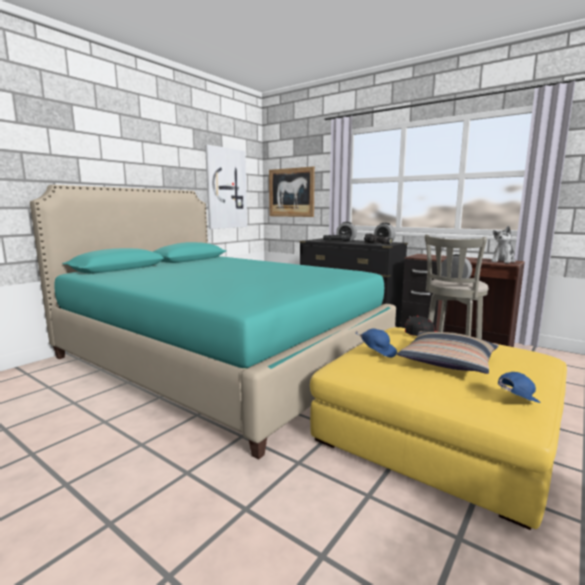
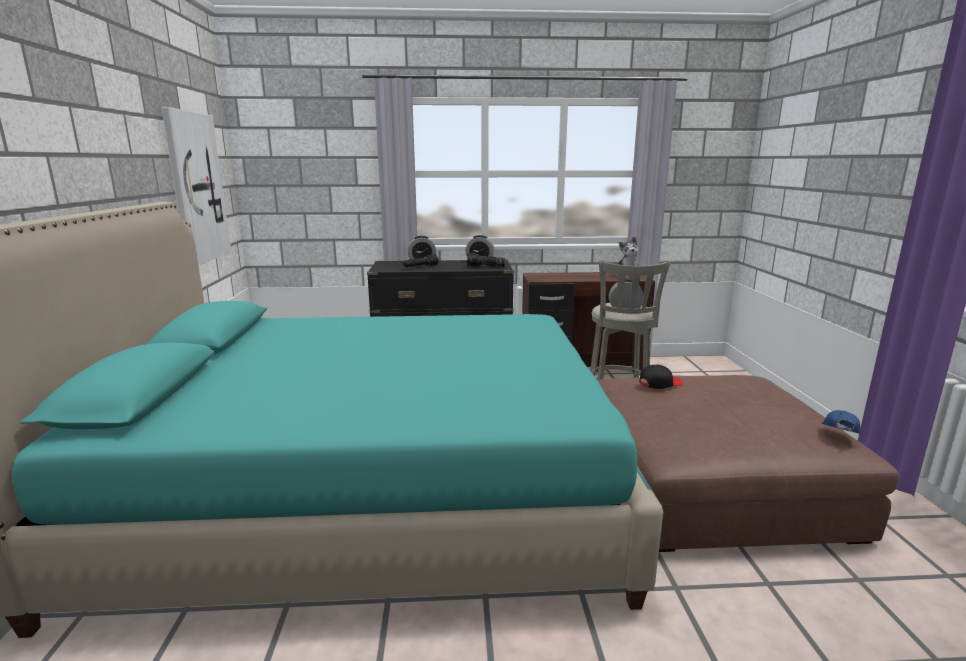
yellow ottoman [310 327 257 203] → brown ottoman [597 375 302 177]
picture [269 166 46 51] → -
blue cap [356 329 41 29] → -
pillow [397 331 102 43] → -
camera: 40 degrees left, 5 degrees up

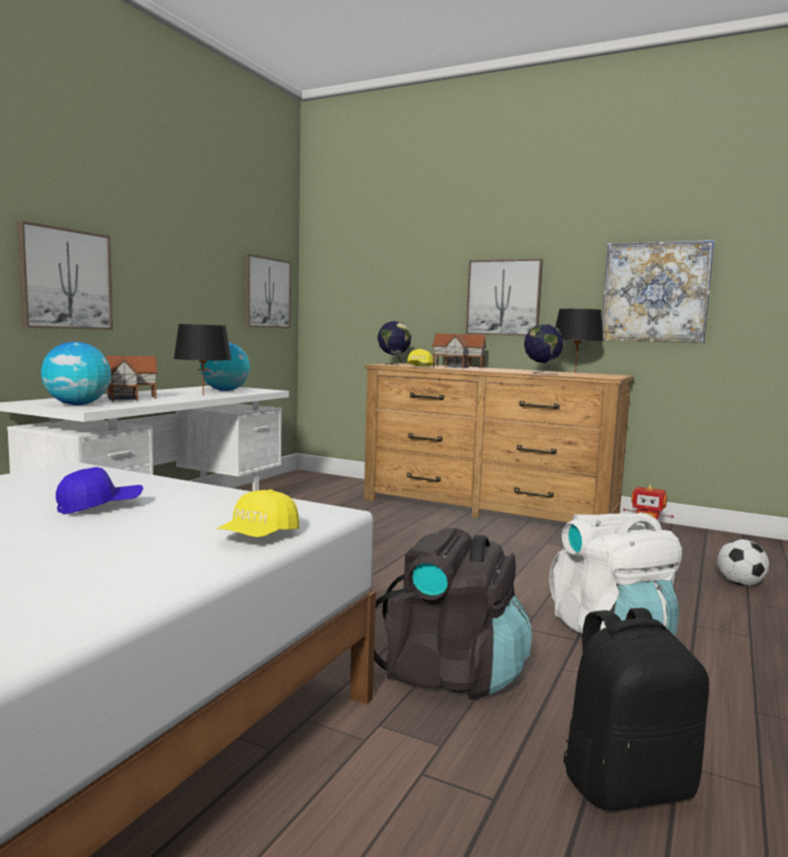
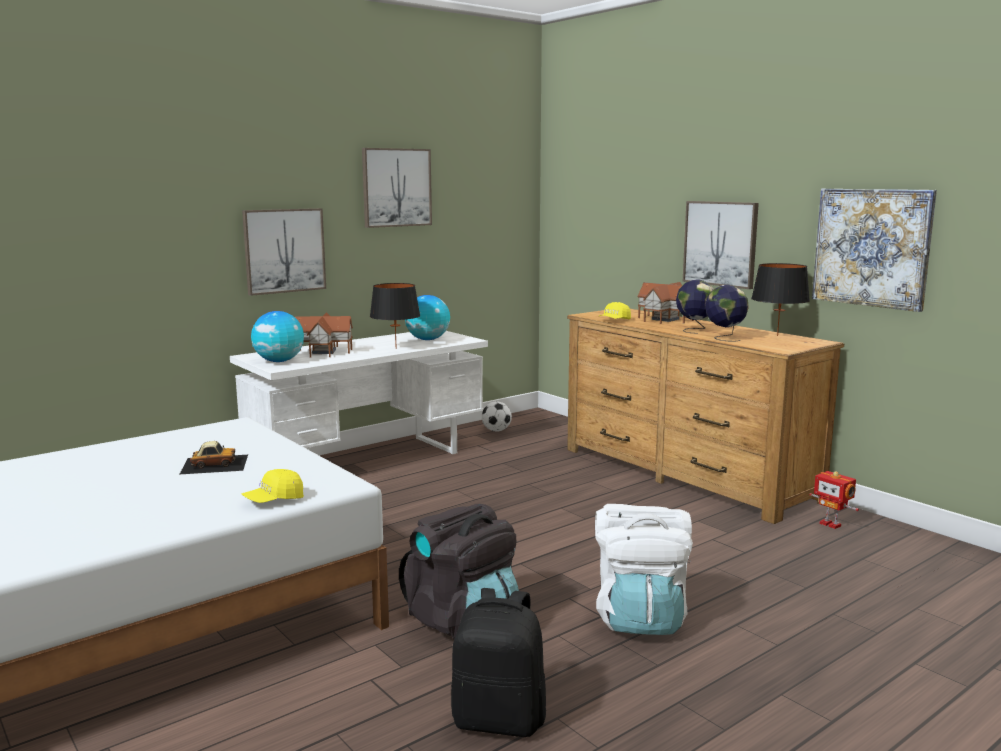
blue cap [56 467 87 47] → toy car [179 441 69 34]
picture [244 254 47 74] → picture [362 148 70 80], move
football [717 539 52 47] → football [482 401 30 31], move
globe [377 321 34 44] → globe [676 279 38 55], move
camera: 25 degrees right, 5 degrees up

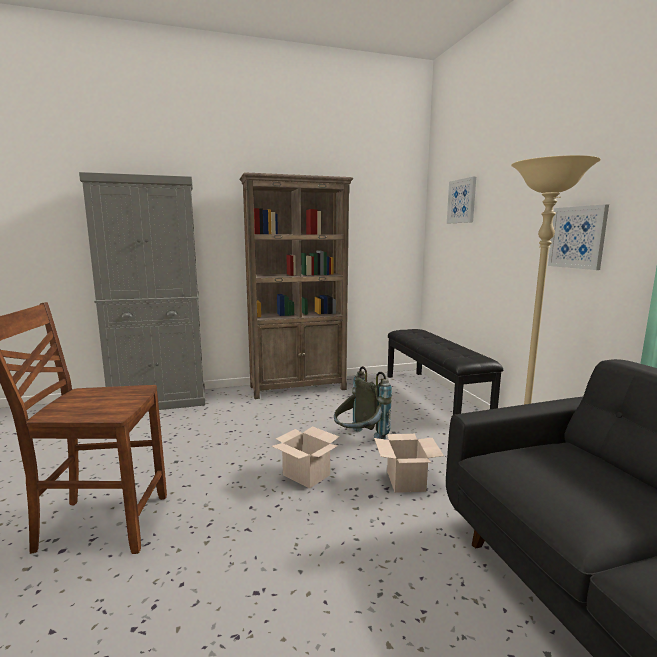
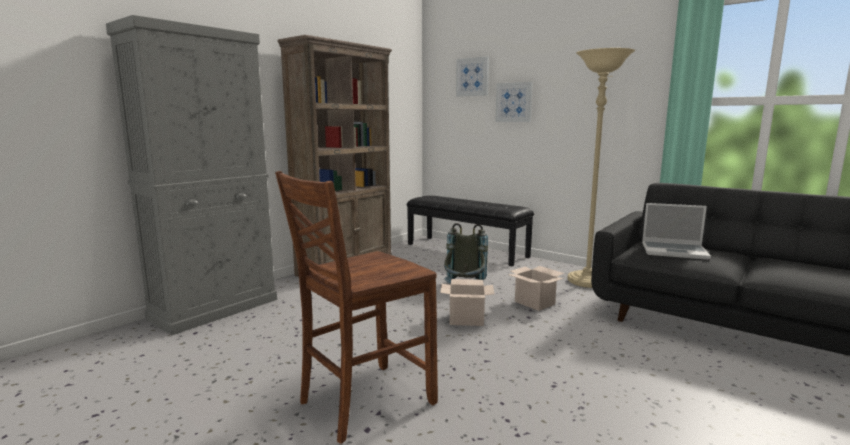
picture [548 204 61 66] → picture [495 82 38 40], move
- → laptop [642 203 69 57]
camera: 35 degrees left, 0 degrees up

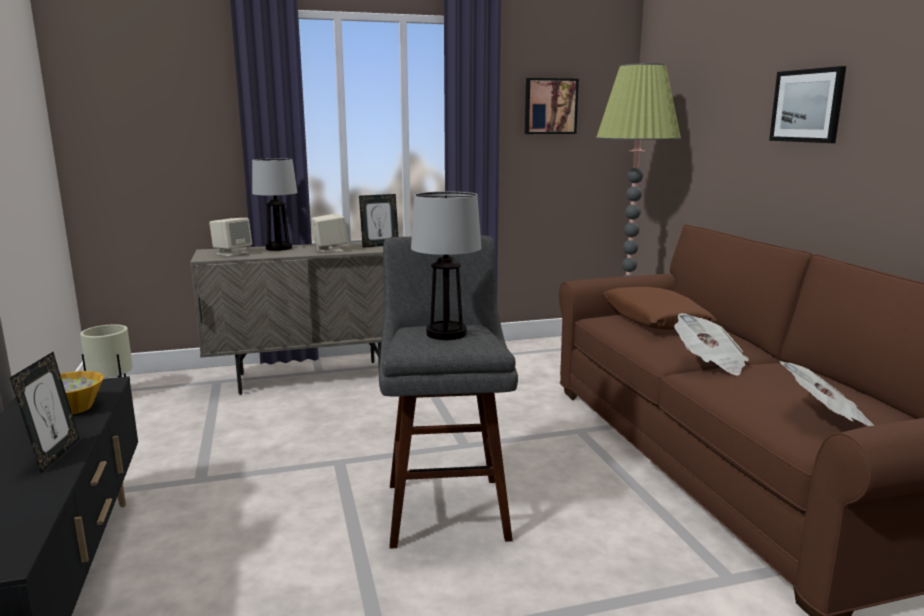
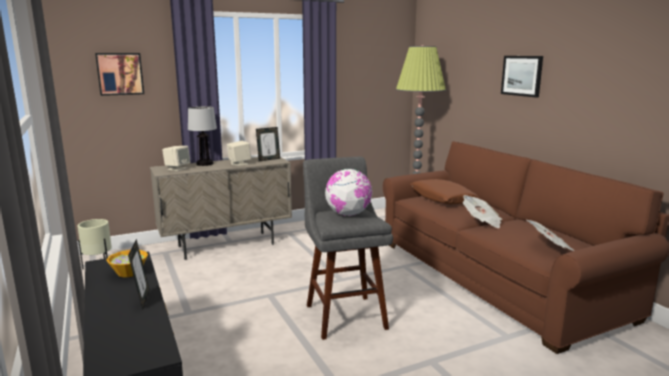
picture [525 78 54 56] → picture [95 53 49 43], move
table lamp [411 191 70 149] → globe [325 169 48 47]
camera: 10 degrees left, 0 degrees up

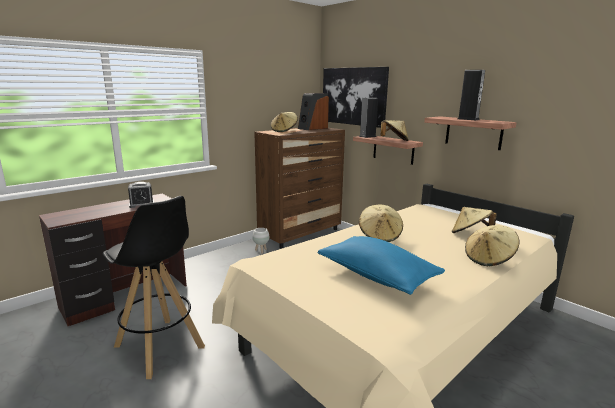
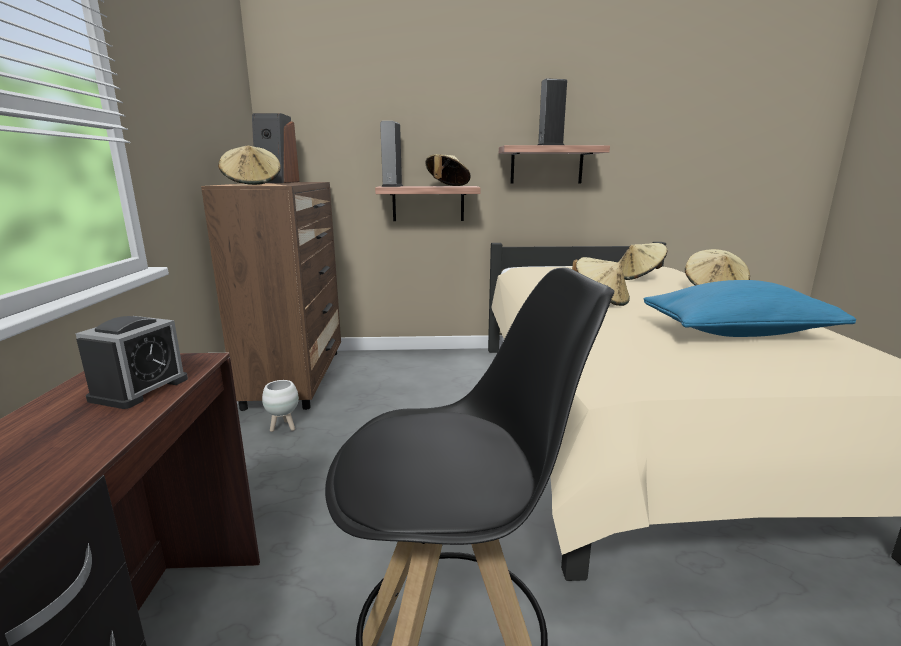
picture [323 67 66 61] → -
camera: 50 degrees left, 0 degrees up

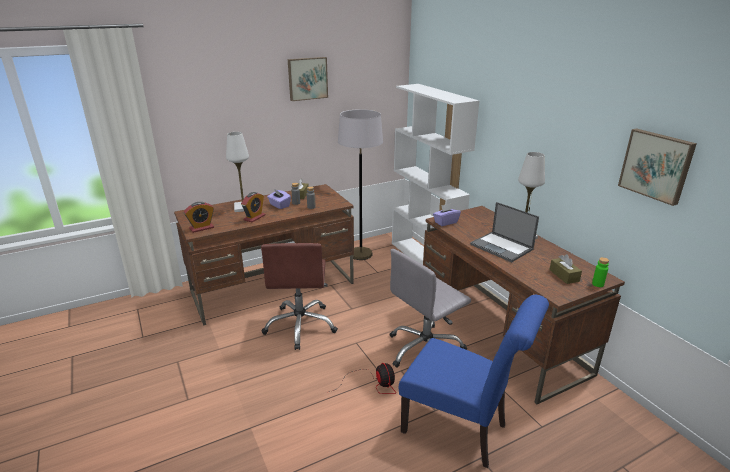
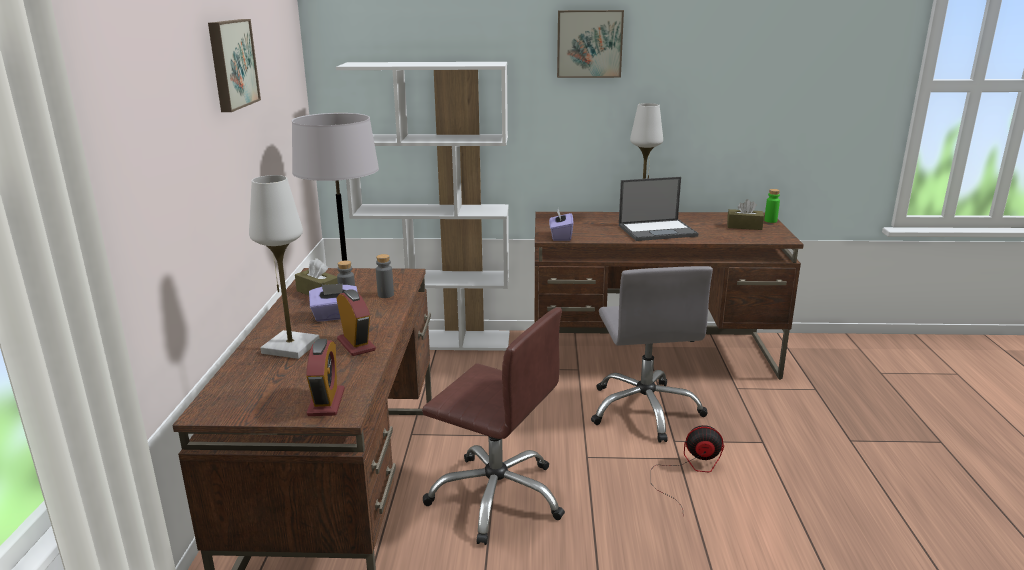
picture [618 128 79 78] → picture [557 10 67 68], move
blue chair [399 295 150 173] → -
camera: 60 degrees left, 5 degrees down

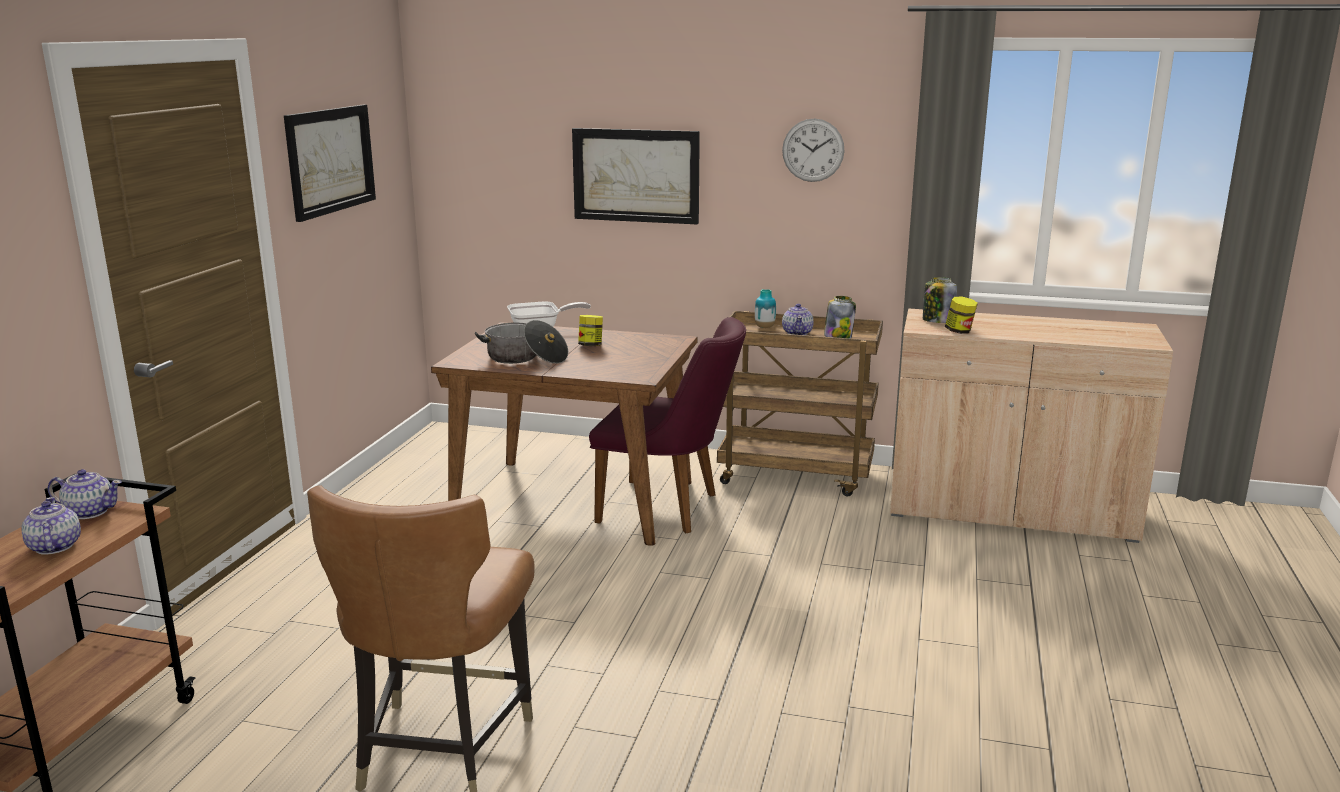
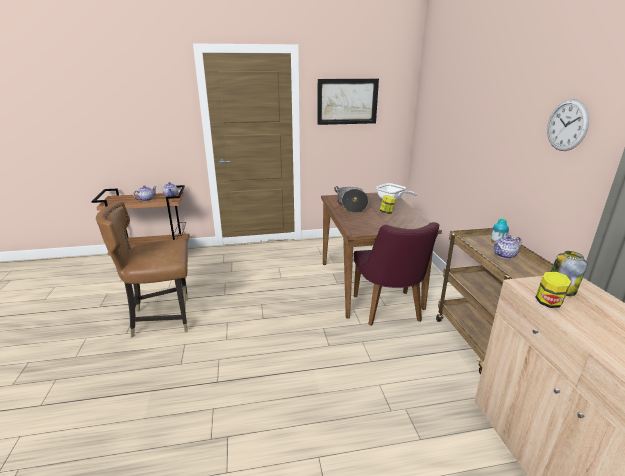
picture [572 128 128 97] → -
jar [824 296 32 43] → -
camera: 65 degrees right, 5 degrees up

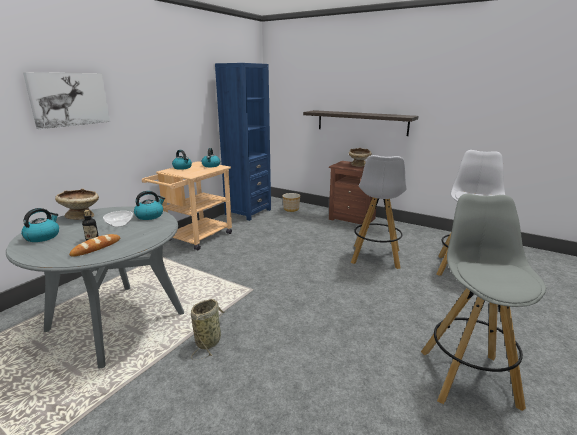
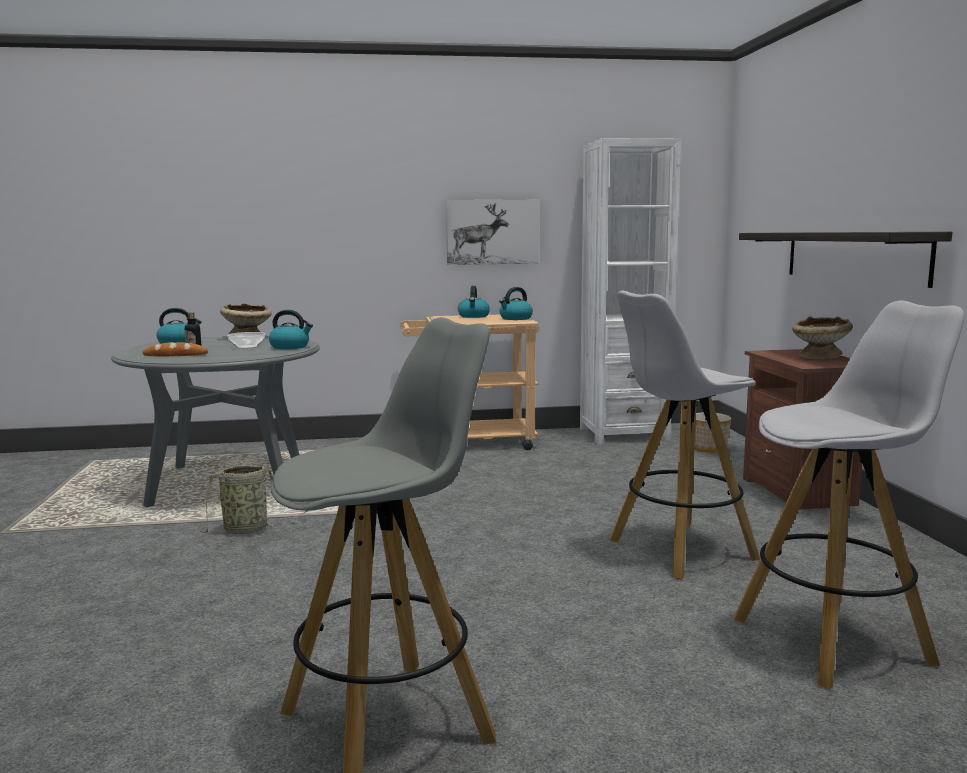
picture [23 73 87 56] → picture [446 200 93 65], move
blue bookcase [215 63 56 158] → white bookcase [580 138 101 306]
camera: 50 degrees right, 10 degrees down

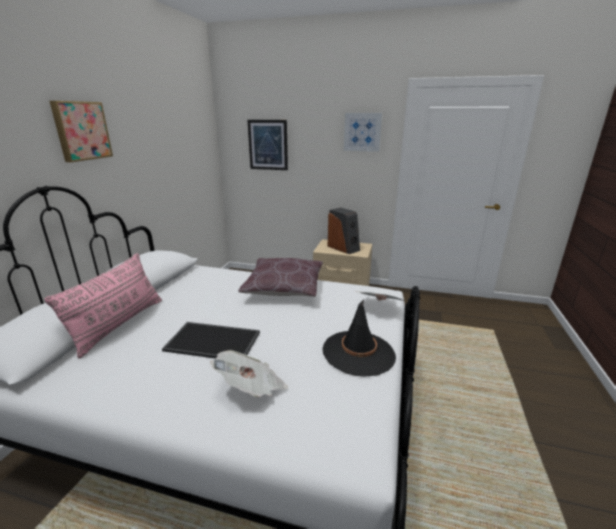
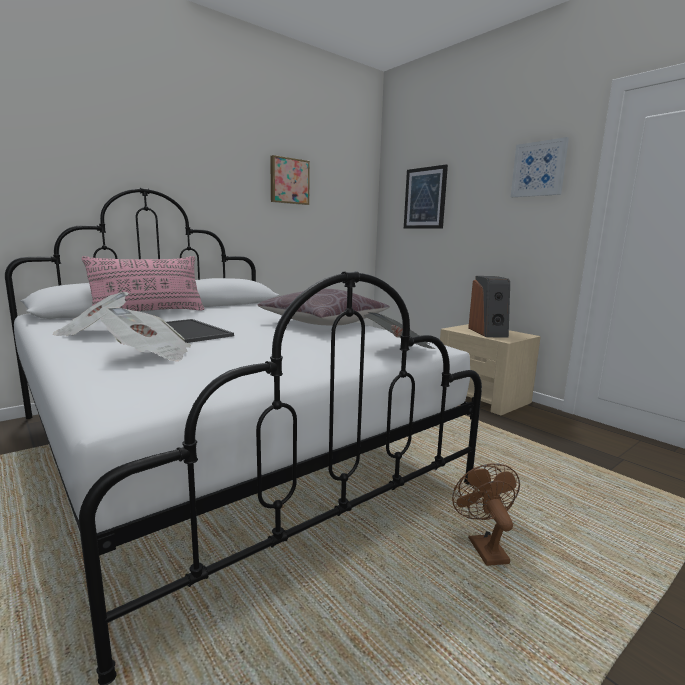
- → newspaper [53 292 76 44]
picture [50 101 63 61] → picture [270 155 40 50], move
- → brown fan [452 463 68 103]
black hat [322 299 74 78] → -
camera: 35 degrees right, 10 degrees down

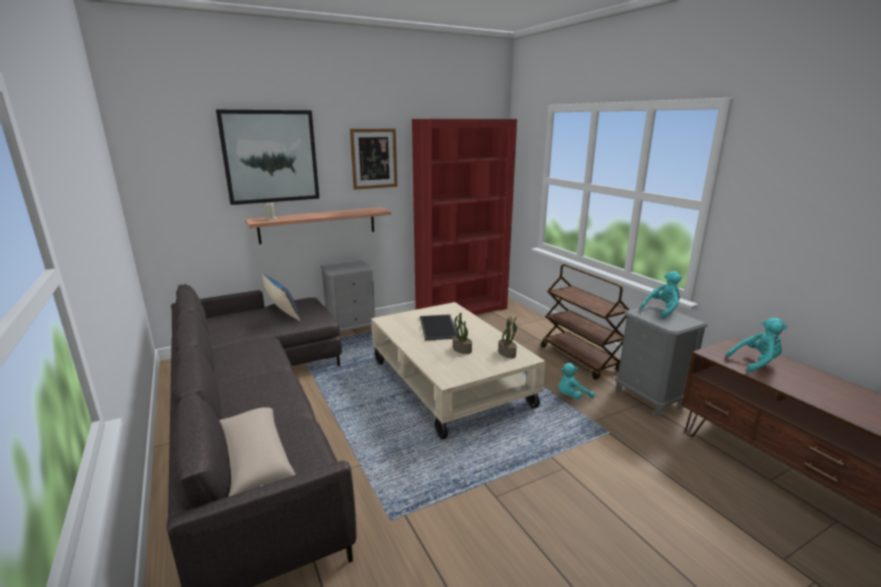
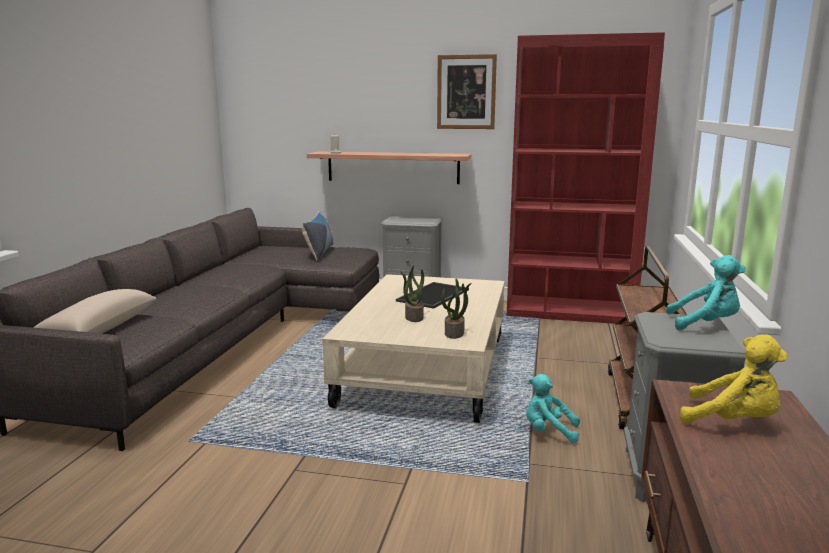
turquoise plush toy [726 318 61 55] → yellow plush toy [680 334 108 90]
picture [216 110 103 95] → -
camera: 40 degrees right, 5 degrees down

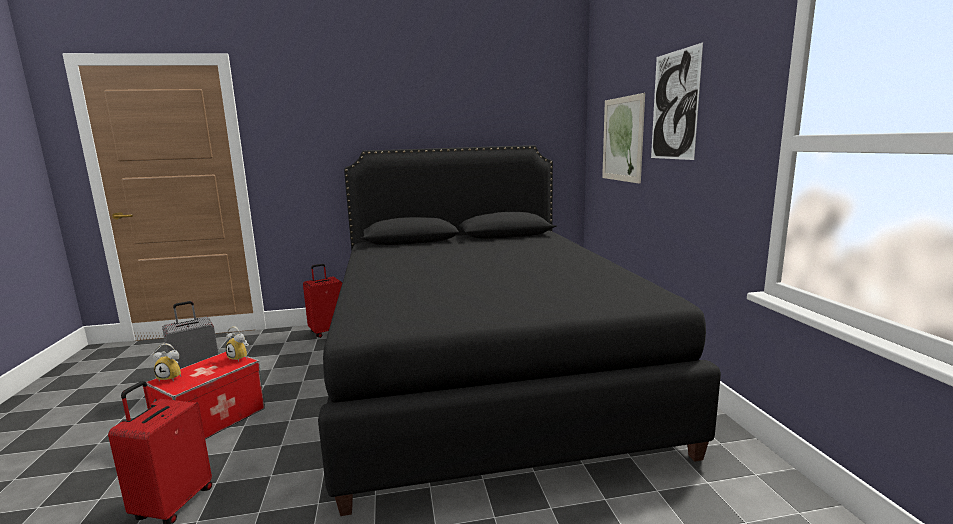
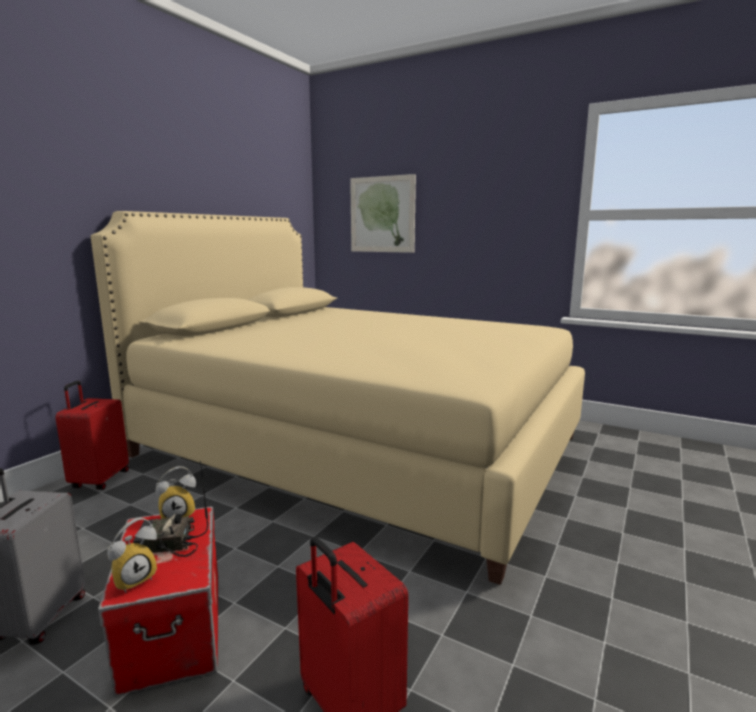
black bed [318 145 403 371] → beige bed [91 211 494 374]
- → radio [133 461 75 96]
picture [651 42 52 118] → -
camera: 50 degrees left, 0 degrees up

